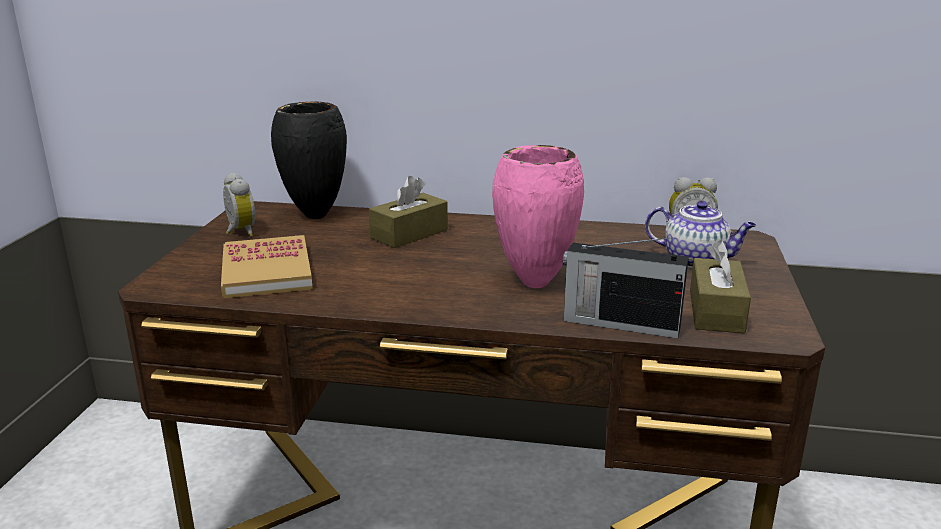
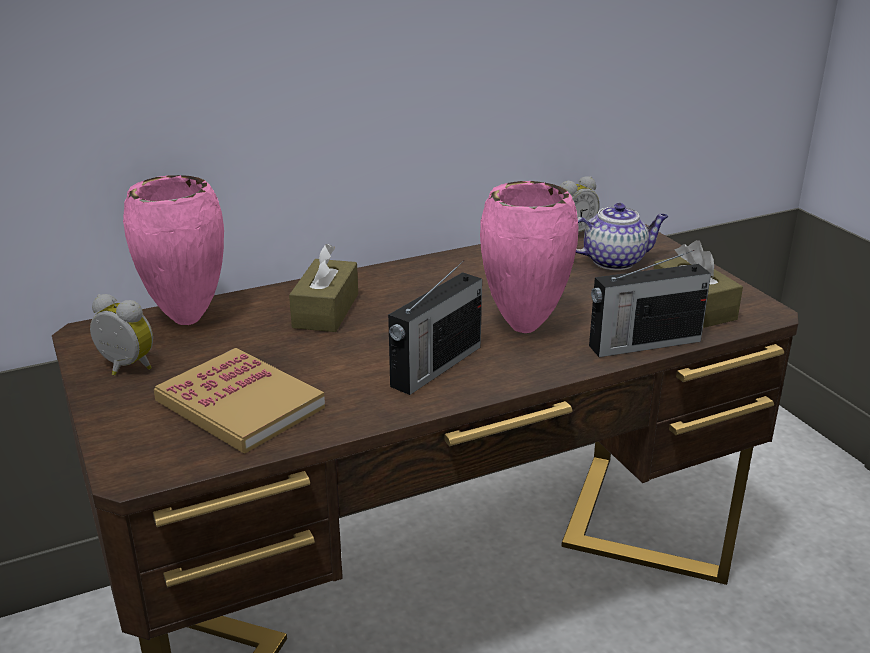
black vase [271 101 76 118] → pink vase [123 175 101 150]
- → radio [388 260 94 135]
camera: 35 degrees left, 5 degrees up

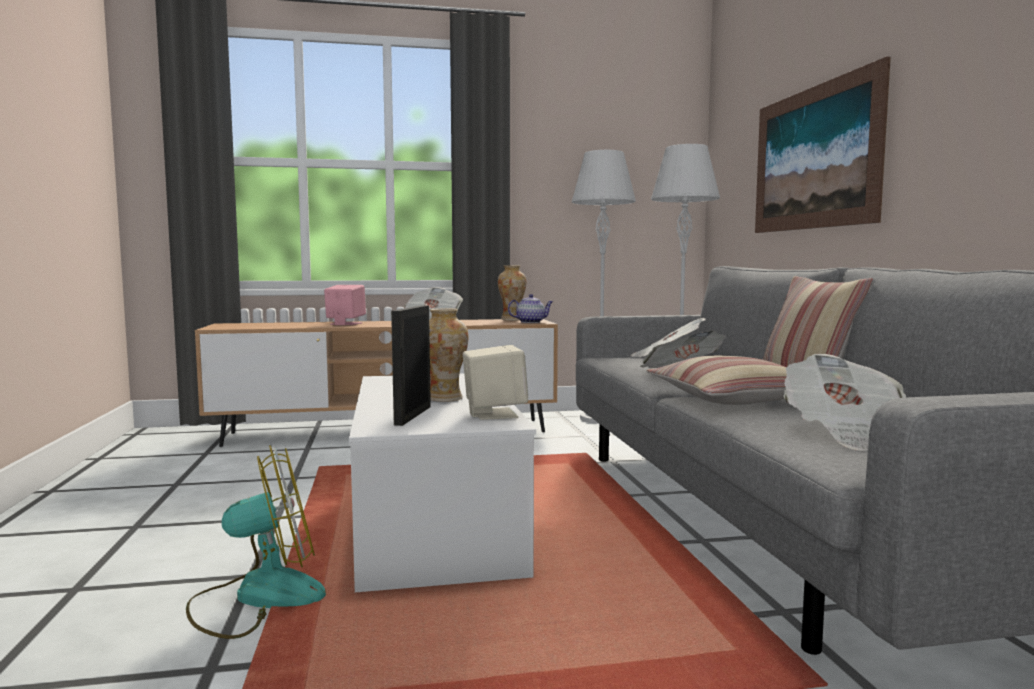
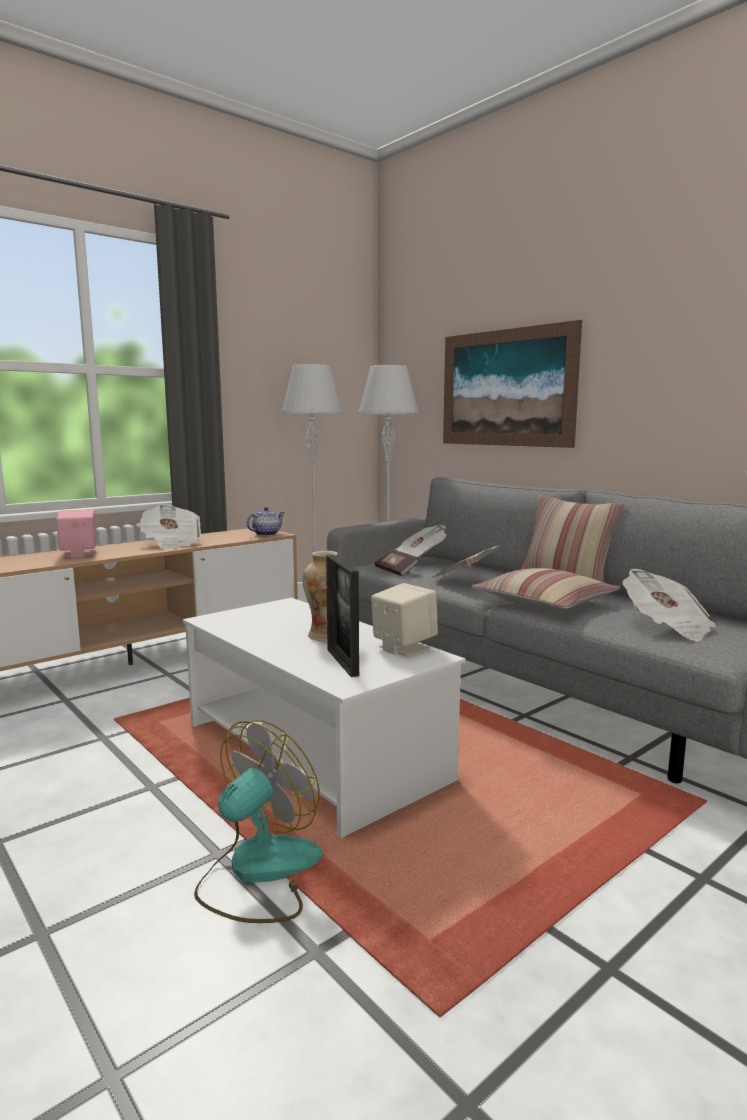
- → book [375 549 44 27]
vase [498 265 28 56] → -
camera: 30 degrees left, 5 degrees up

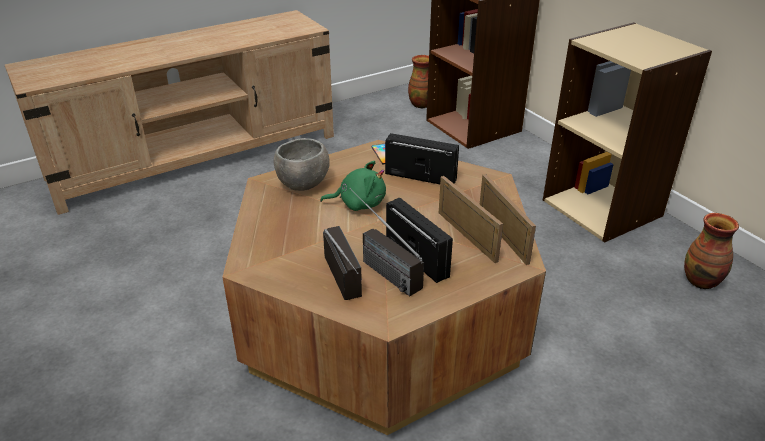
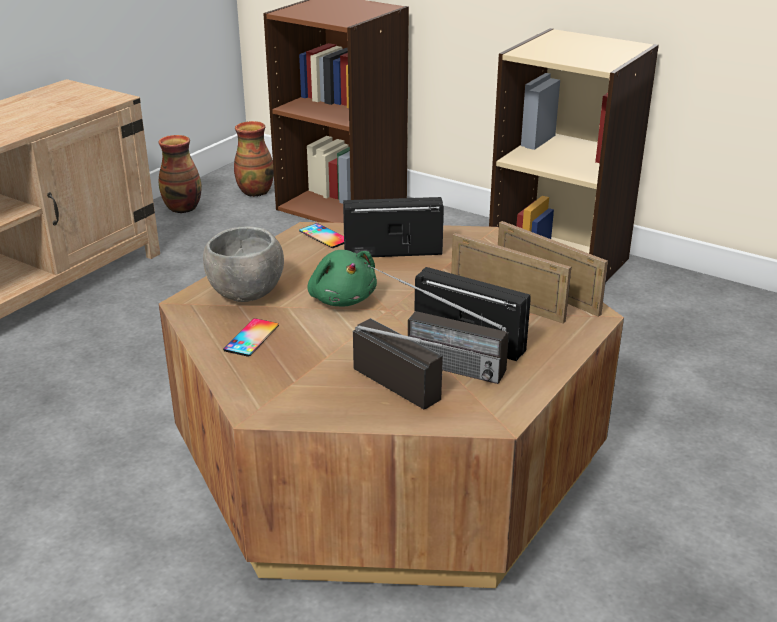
vase [684 213 55 76] → vase [158 135 44 79], move
- → phone [223 318 56 39]
green plush toy [320 161 66 50] → green plush toy [308 250 69 56], 90 degrees clockwise
camera: 25 degrees left, 5 degrees down

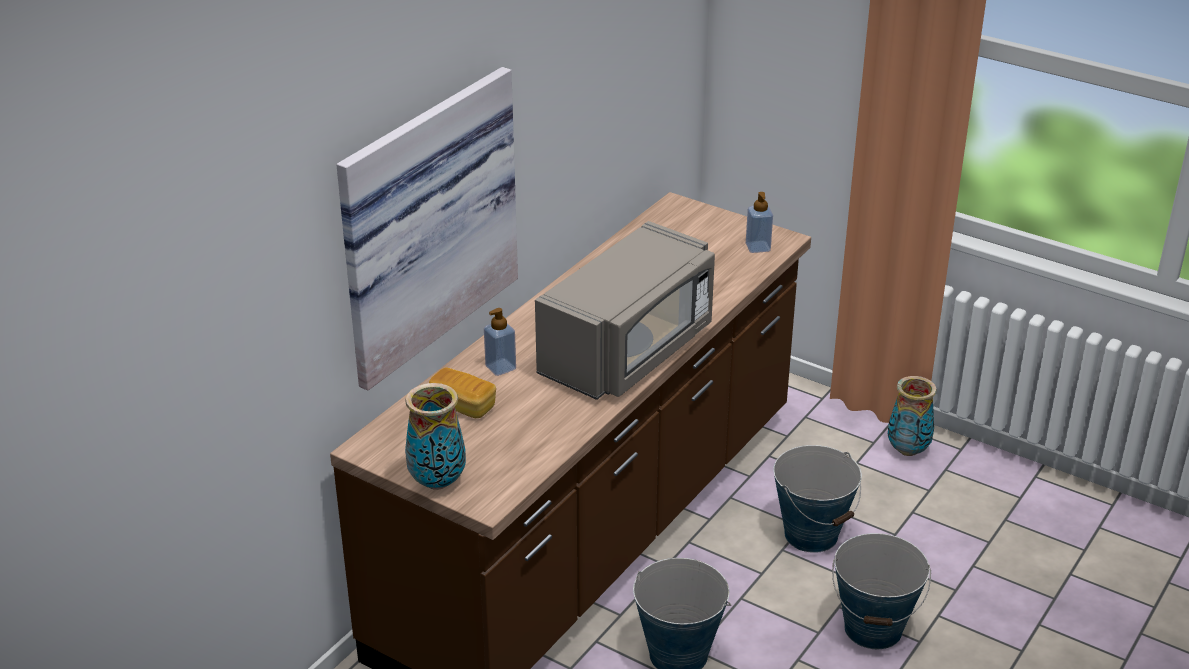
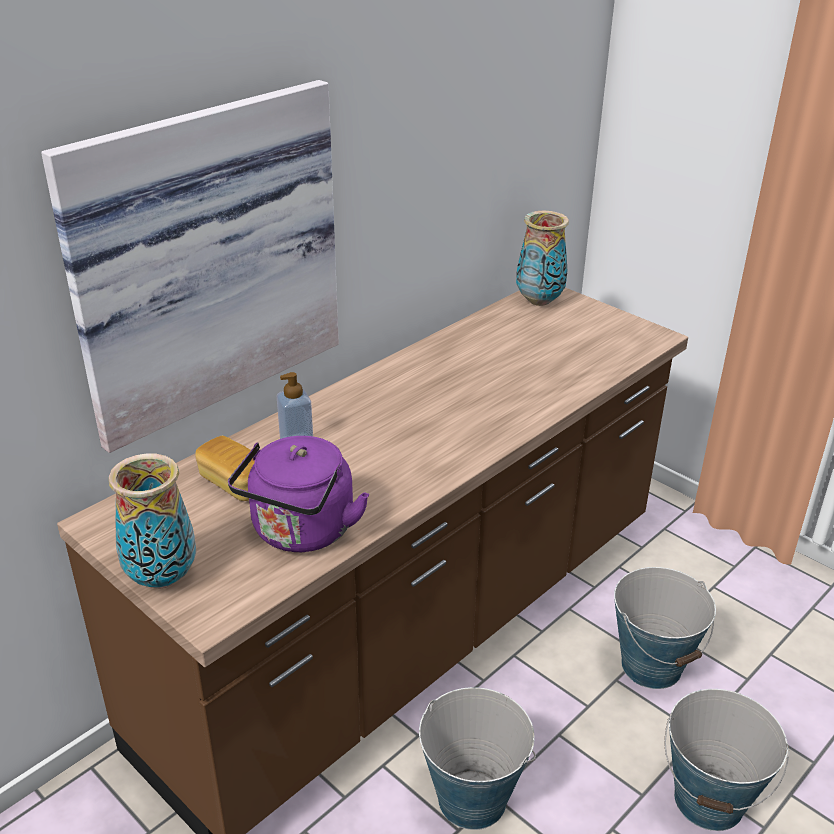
- → purple kettle [228 436 141 116]
vase [888 376 49 80] → vase [516 211 53 95], move
grey microwave [535 221 180 179] → -
soap dispenser [746 192 27 61] → -
camera: 10 degrees right, 0 degrees up

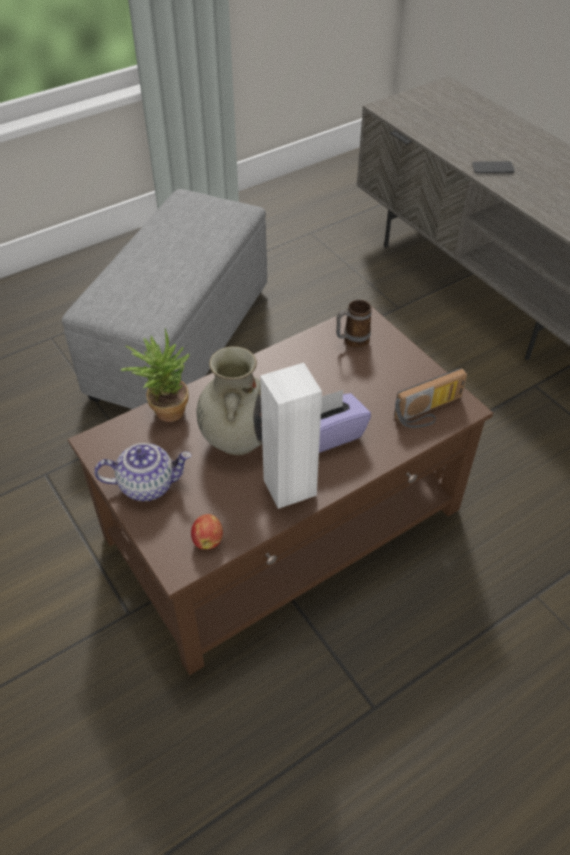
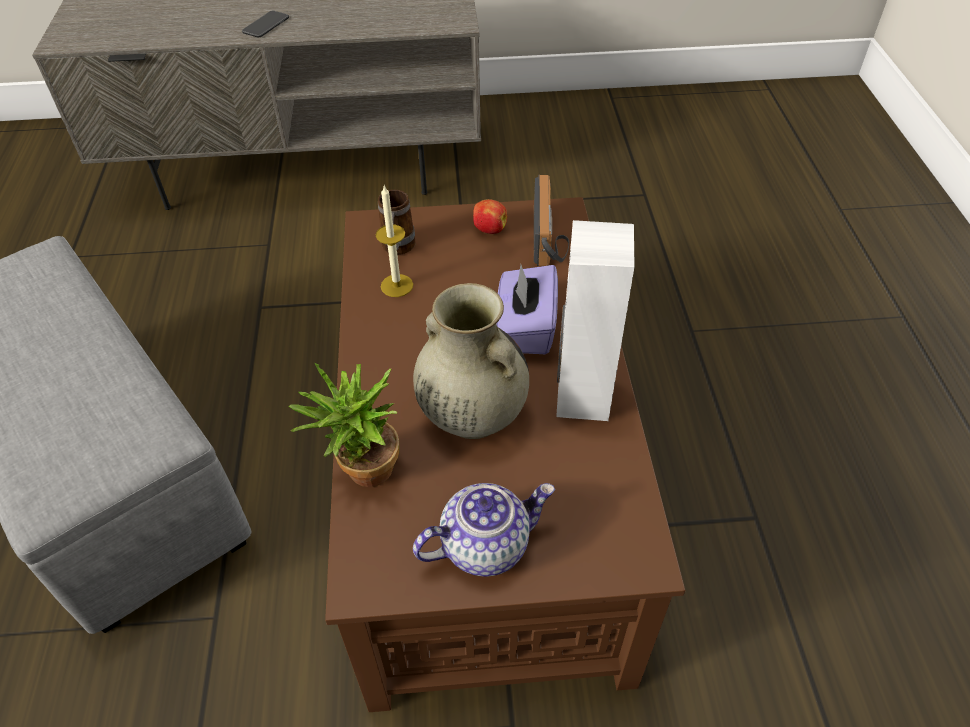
- → candle [376 186 37 111]
teapot [94 443 97 58] → teapot [413 483 142 94], 45 degrees clockwise
apple [191 514 32 35] → apple [473 199 34 35], move
camera: 60 degrees left, 0 degrees up

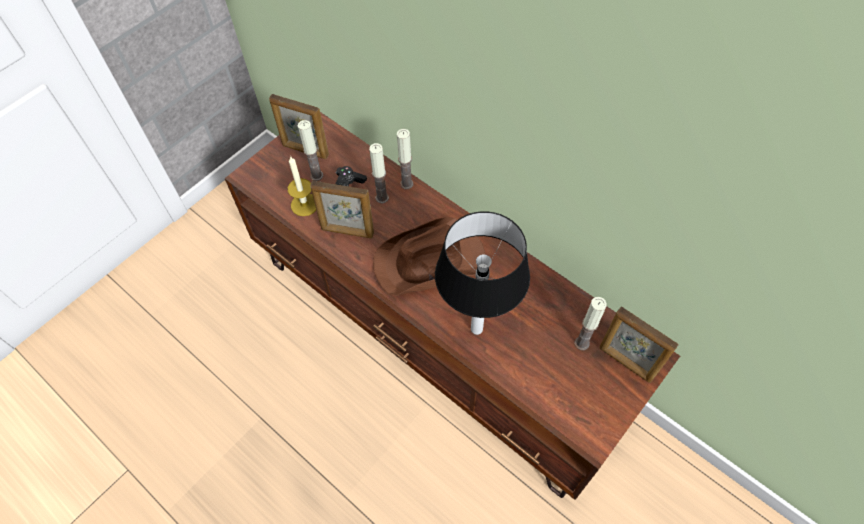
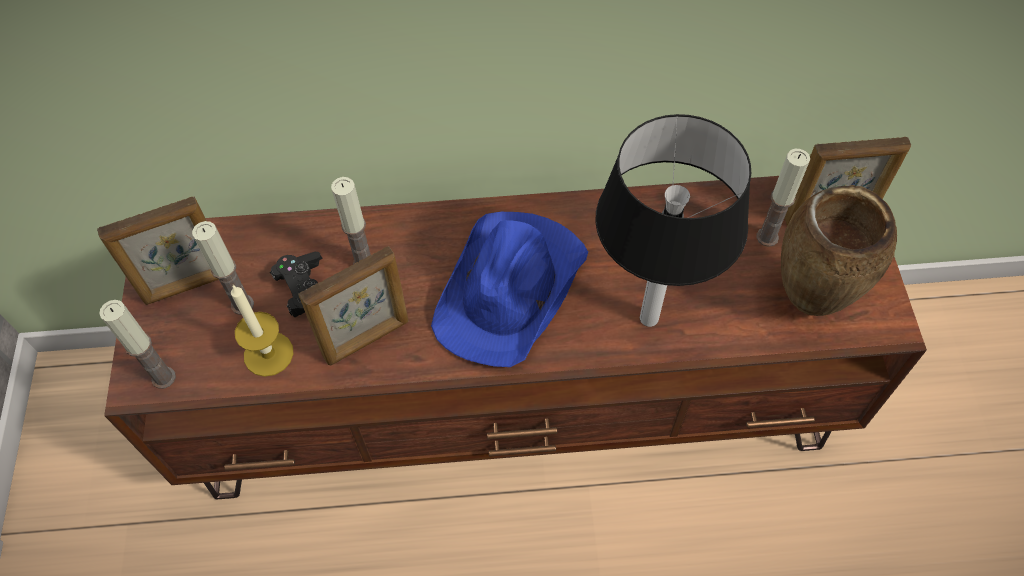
candle [397 129 16 60] → candle [99 300 77 89], move
brown hat [373 217 112 79] → blue hat [431 212 157 155]
- → brown vase [781 185 116 131]
camera: 45 degrees left, 0 degrees up

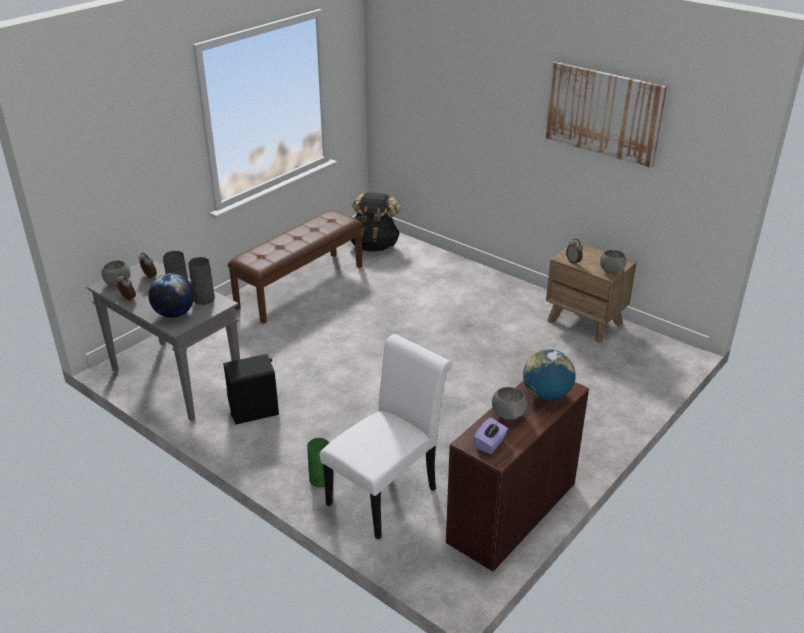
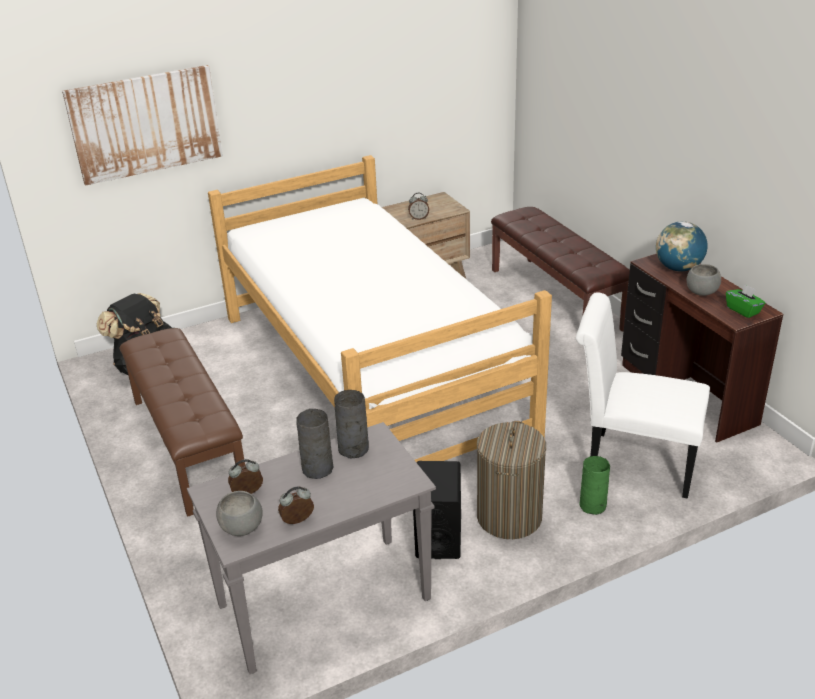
picture [546 61 121 107] → picture [62 65 161 121], move
- → bed [208 155 344 307]
- → laundry basket [477 421 69 118]
- → brown bench [491 207 139 125]
white chair [319 334 133 206] → white chair [576 292 134 207], 45 degrees counterclockwise
purple tissue box [474 418 34 36] → green tissue box [726 284 39 34]
globe [148 273 46 45] → -
grey bowl [600 250 27 23] → -
camera: 65 degrees left, 0 degrees up

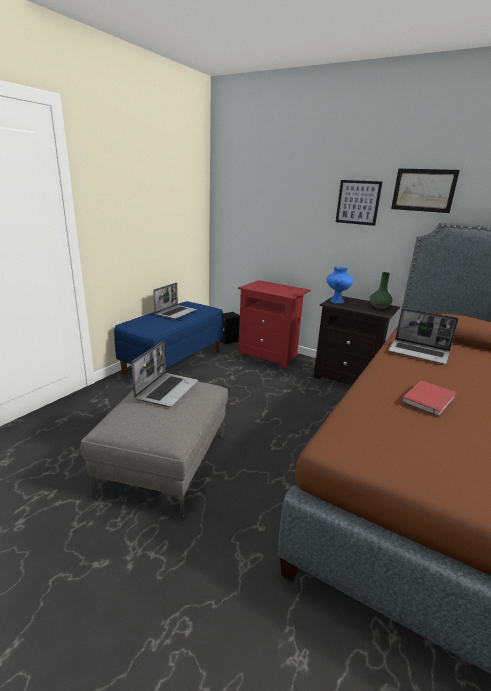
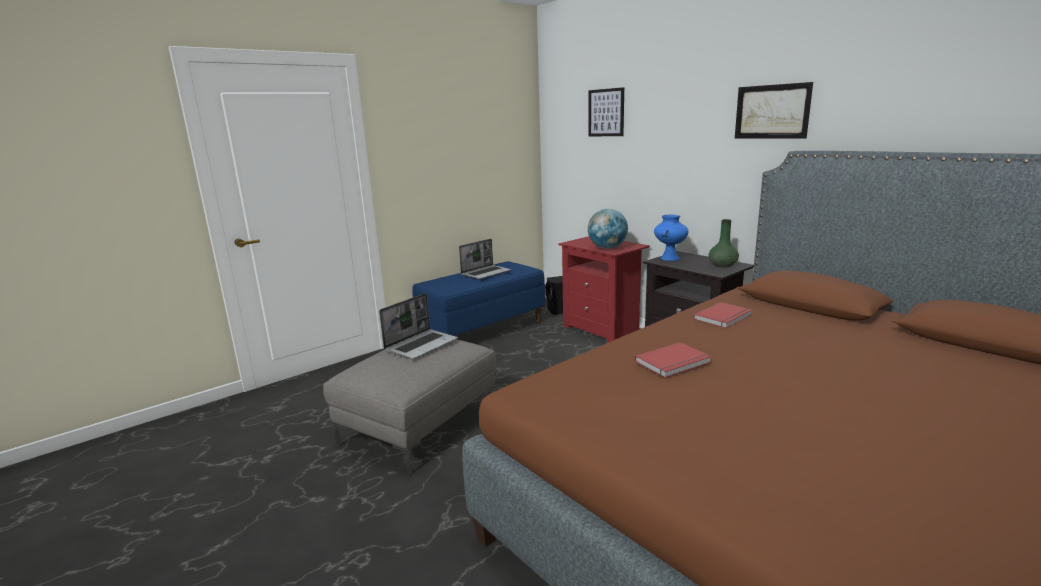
picture [336 180 46 46] → picture [588 87 36 49], move
- → globe [588 209 40 40]
laptop [388 308 71 56] → red book [693 302 59 26]
camera: 20 degrees right, 5 degrees down

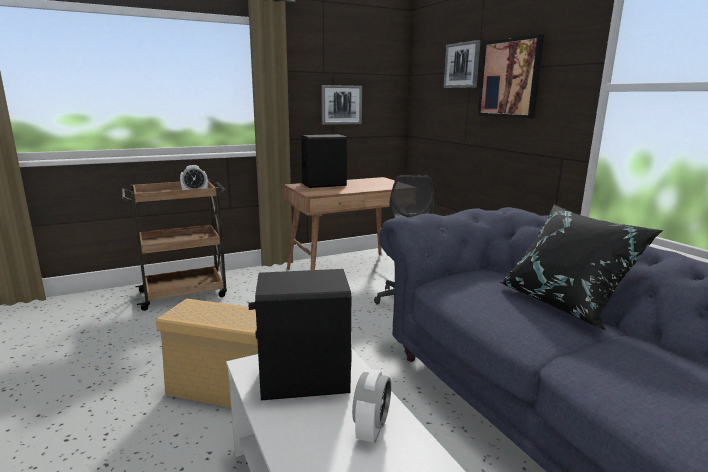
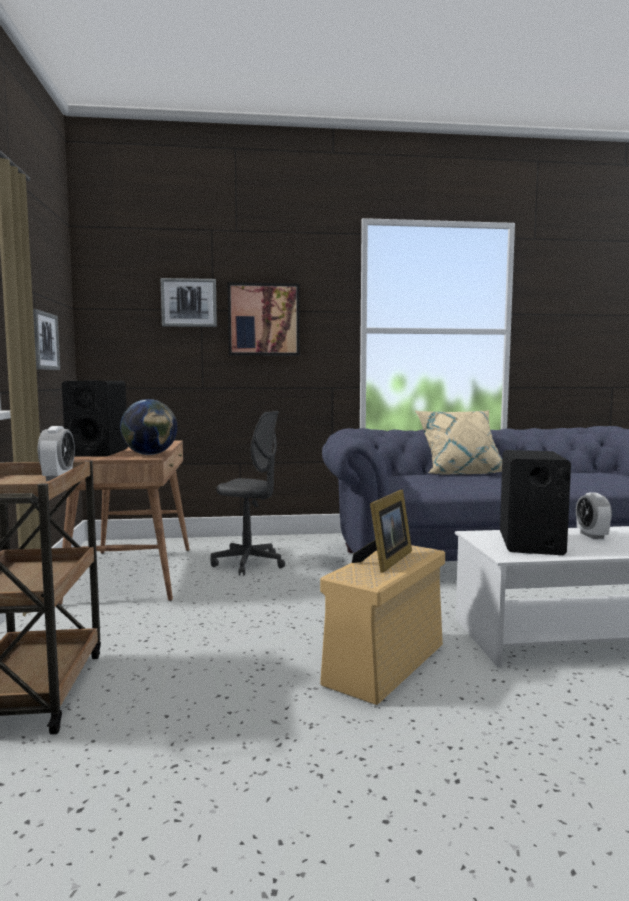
- → globe [120 399 57 56]
- → picture frame [352 490 60 83]
black pillow [500 204 163 126] → beige pillow [415 410 87 65]
alarm clock [352 369 39 74] → alarm clock [576 492 36 47], 135 degrees counterclockwise
camera: 70 degrees left, 10 degrees down

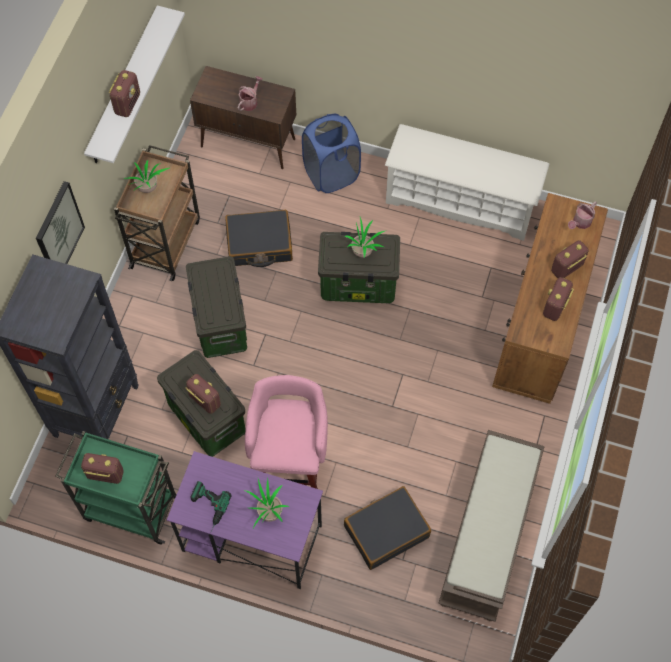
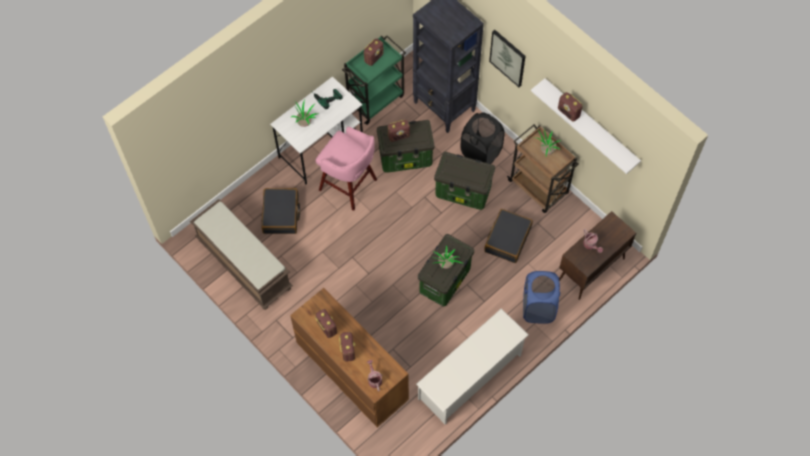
purple desk [167 451 156 138] → white desk [270 76 93 109]
- → black laundry basket [460 113 45 51]
camera: 120 degrees right, 0 degrees up

